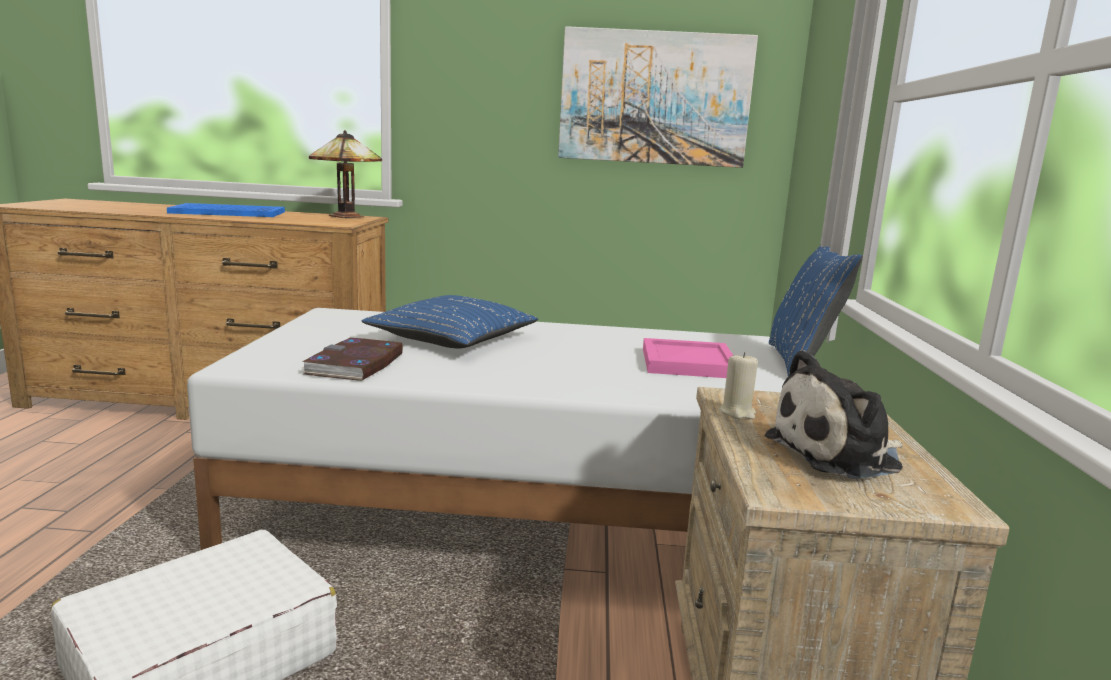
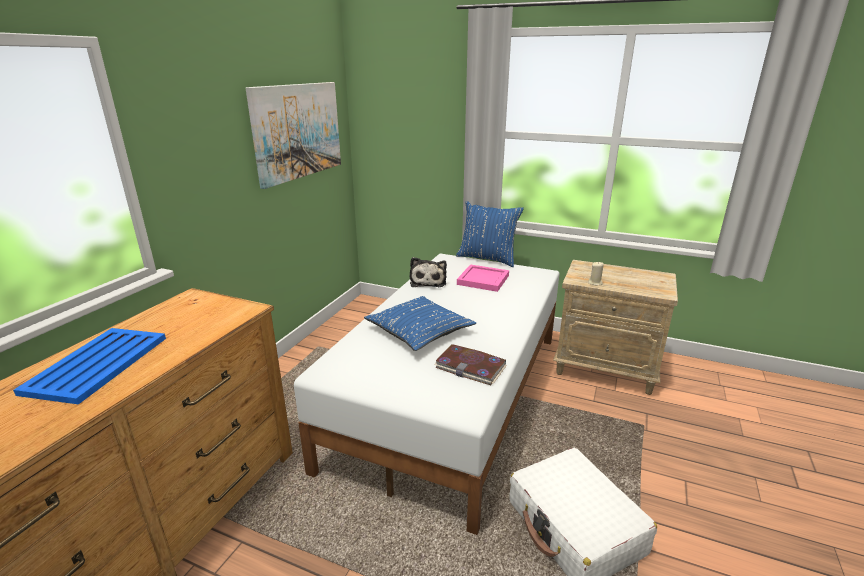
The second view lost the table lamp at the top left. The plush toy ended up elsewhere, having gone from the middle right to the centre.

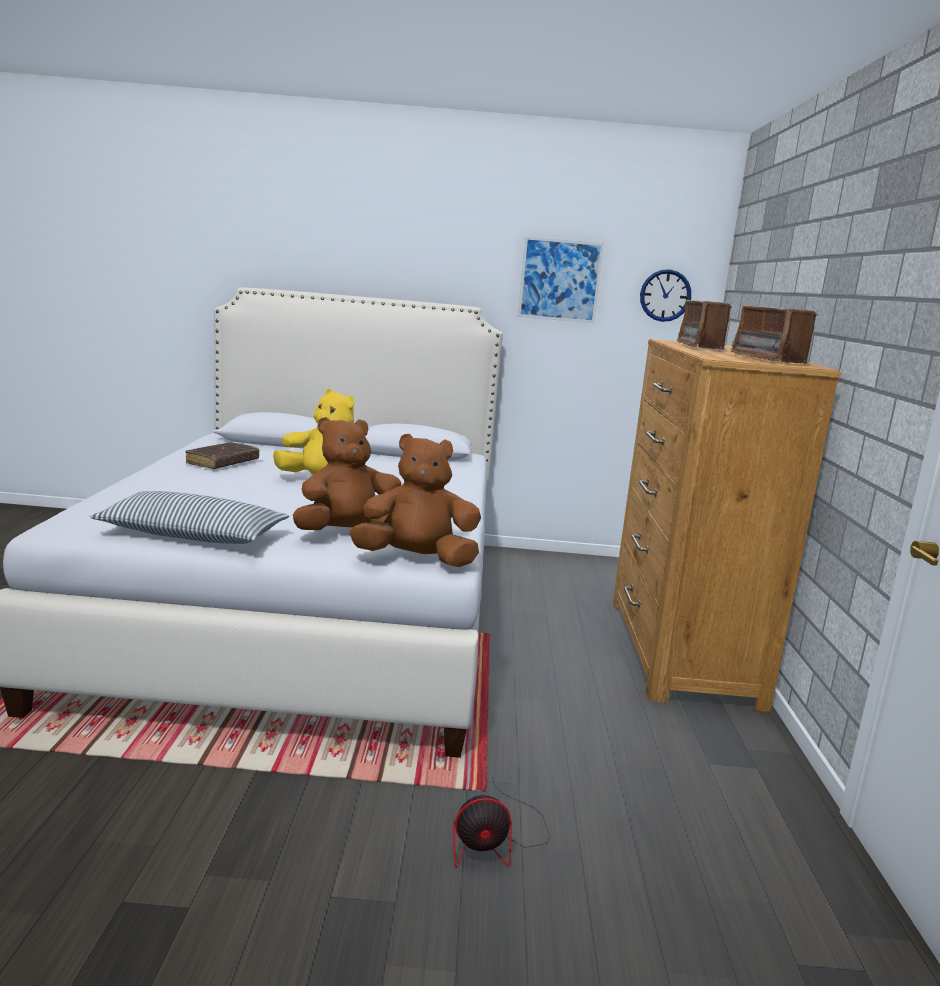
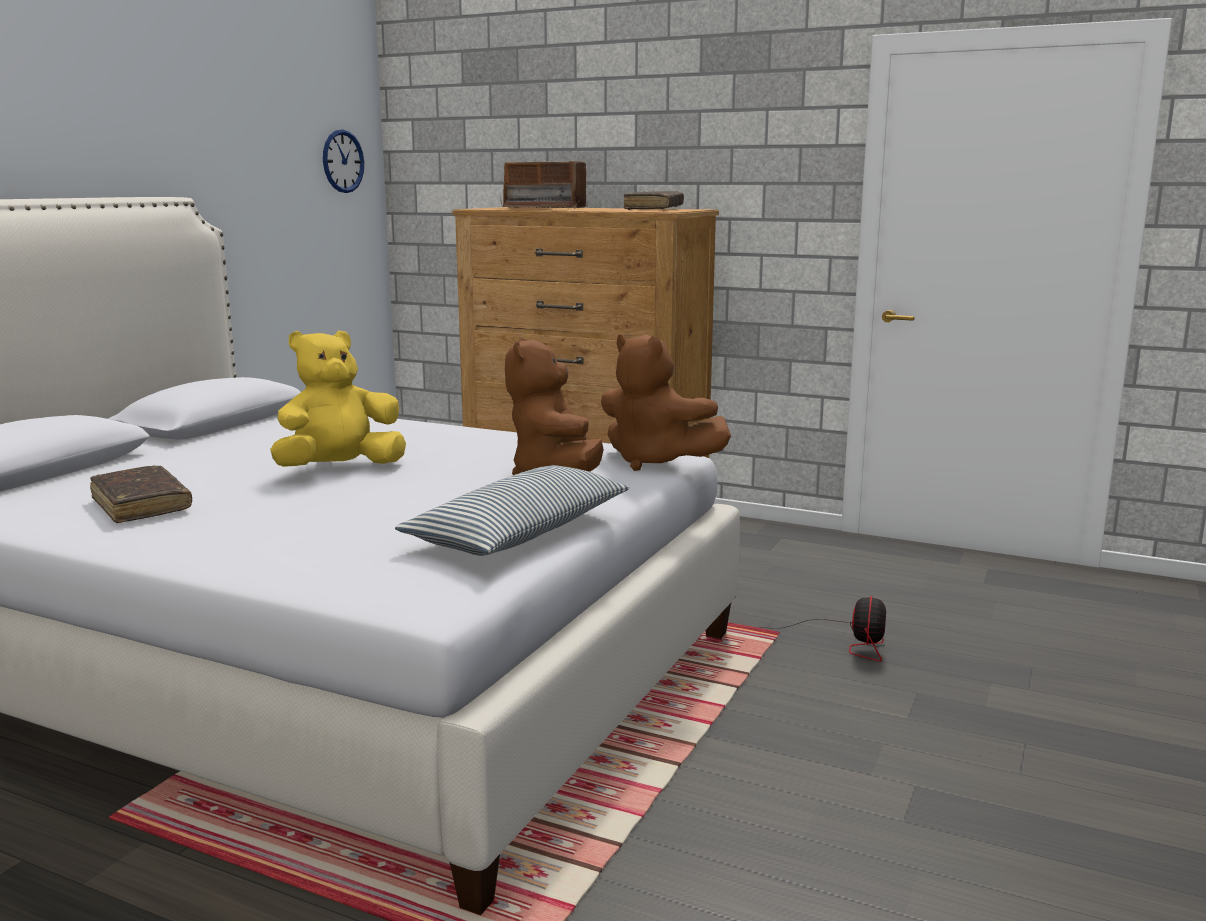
The second view lost the picture at the top centre. Where the radio (no. 2 from left) stood at the middle right, the brown book (no. 2 from left) came to stand at the top centre. The brown plush toy (no. 2 from left) at the centre ended up facing another way, 75 degrees counterclockwise from before.

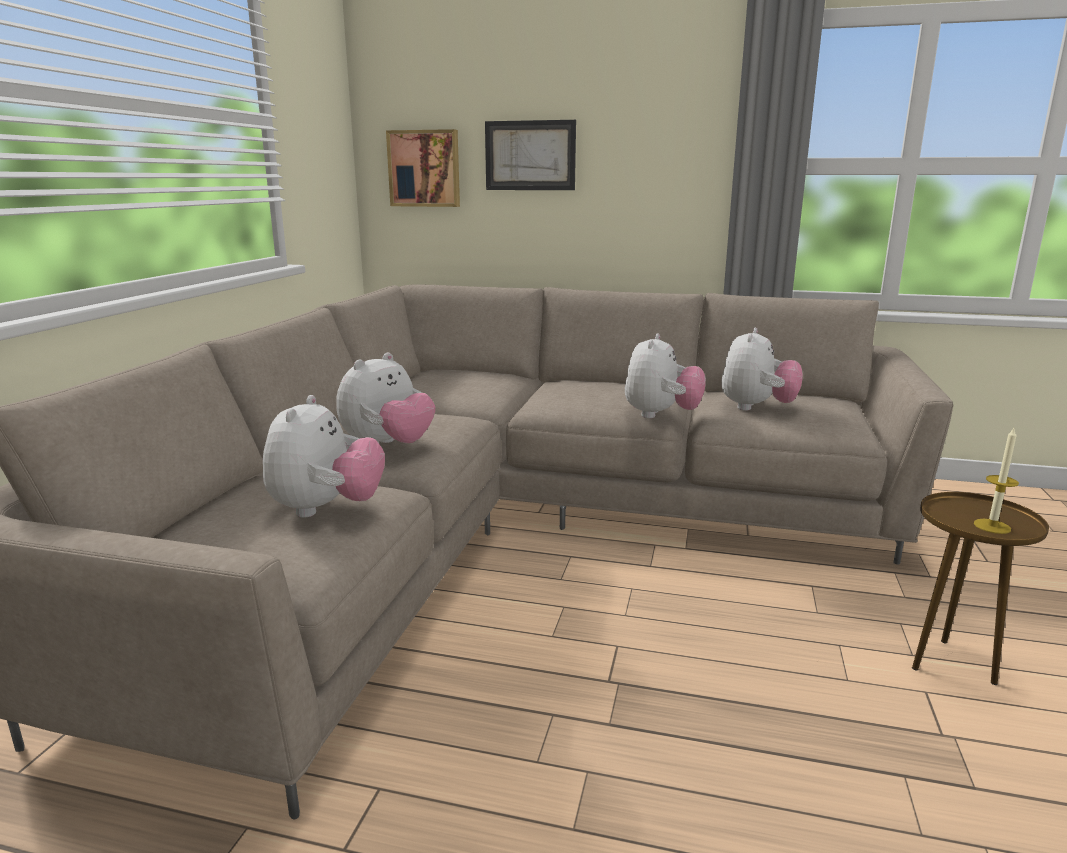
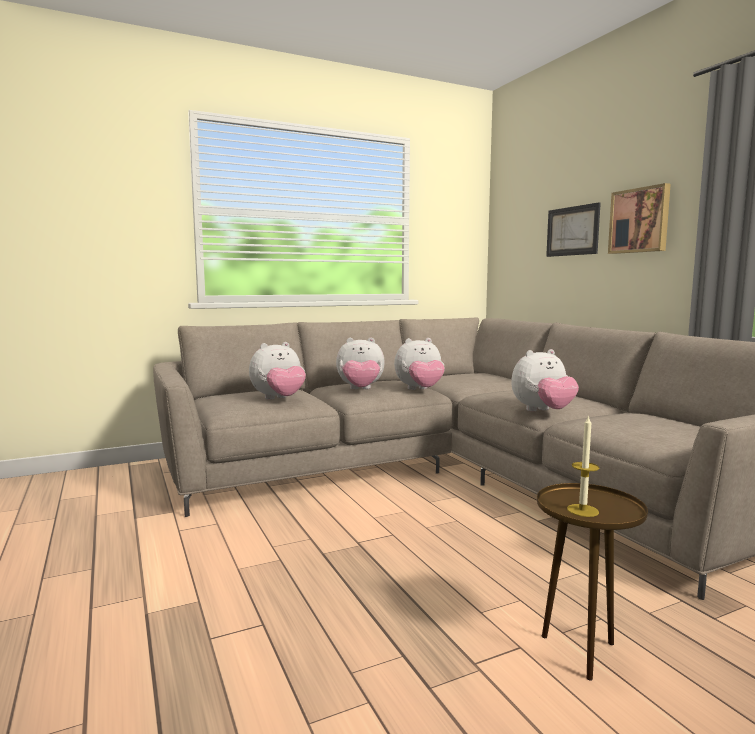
The picture (no. 1 from left in the first image) ended up elsewhere, having gone from the top centre to the top right. The plush toy (no. 4 from left in the first image) ended up elsewhere, having gone from the middle right to the centre.

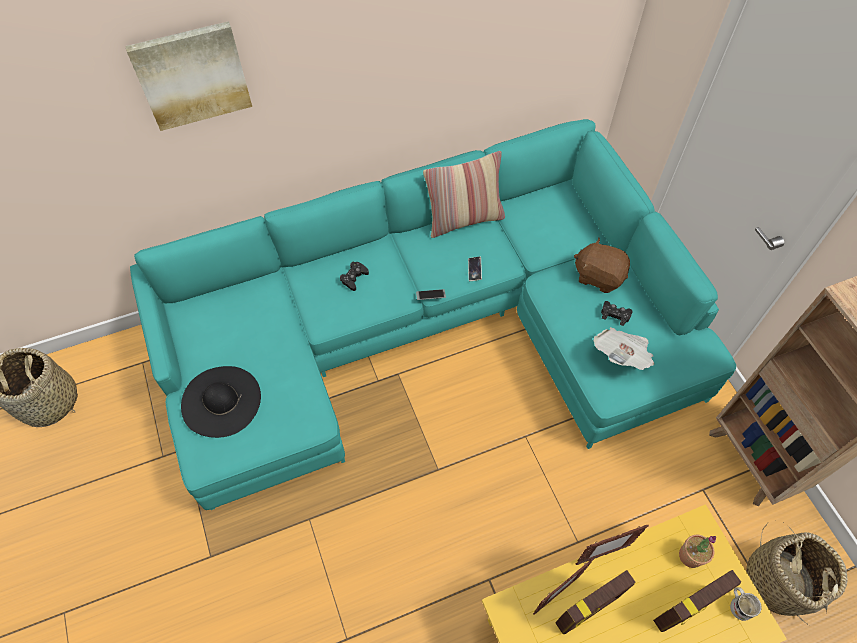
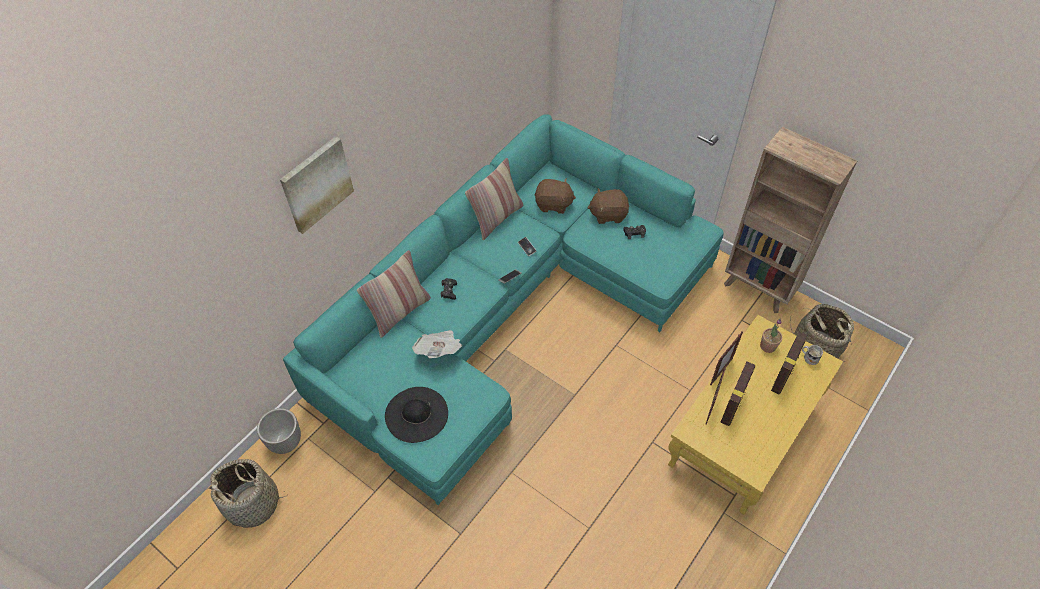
The newspaper ended up elsewhere, having gone from the middle right to the centre. The second view gained the brown plush toy (no. 1 from left) at the top centre. The second view gained the pillow (no. 1 from left) at the centre. The second view gained the planter at the bottom left.

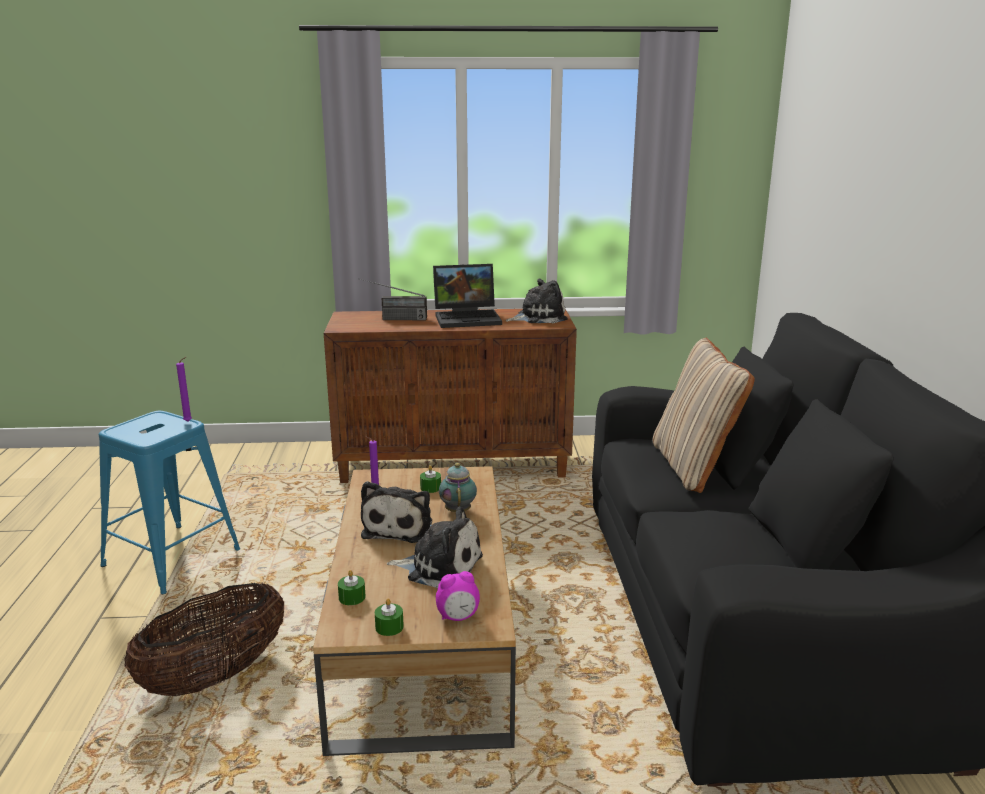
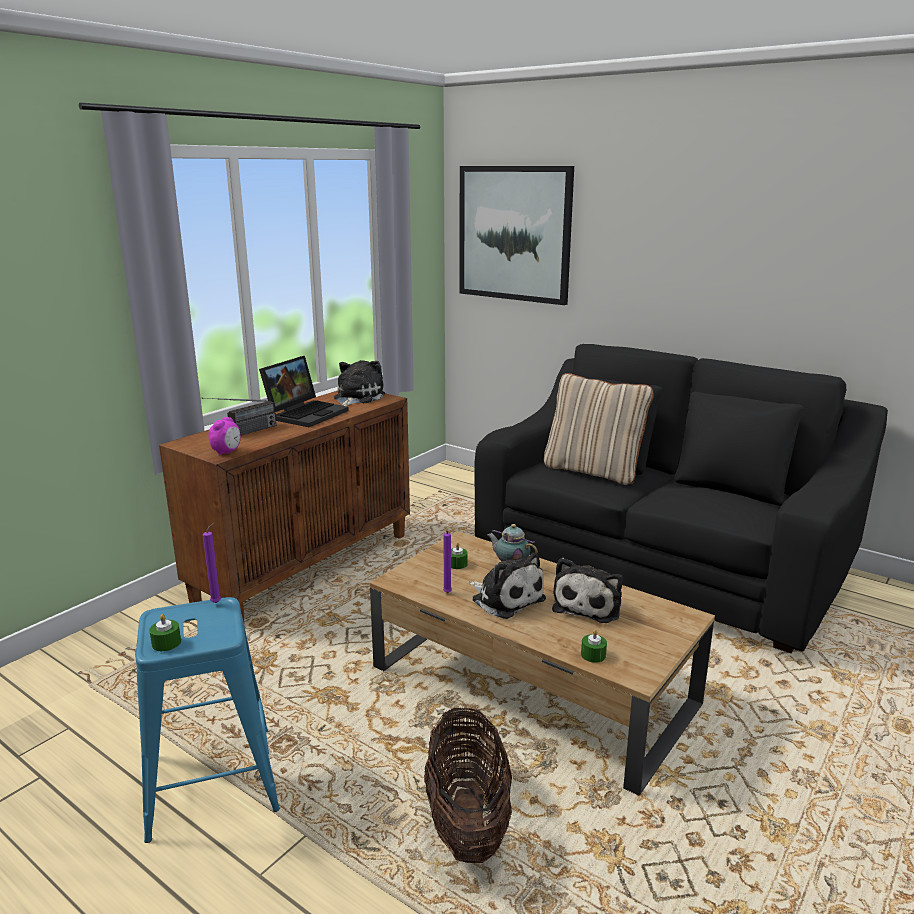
The plush toy (no. 2 from left in the first image) at the bottom centre ended up facing another way, 150 degrees clockwise from before. The alarm clock ended up elsewhere, having gone from the bottom centre to the middle left. The green candle (no. 2 from left in the first image) ended up elsewhere, having gone from the bottom centre to the bottom left. The second view gained the picture at the top centre.

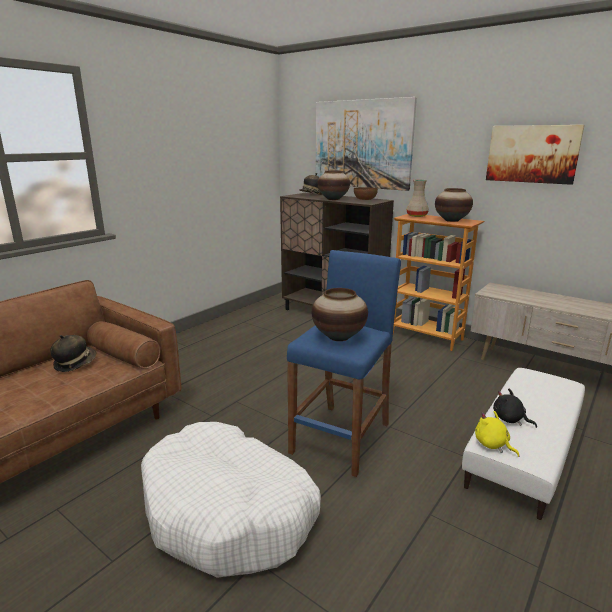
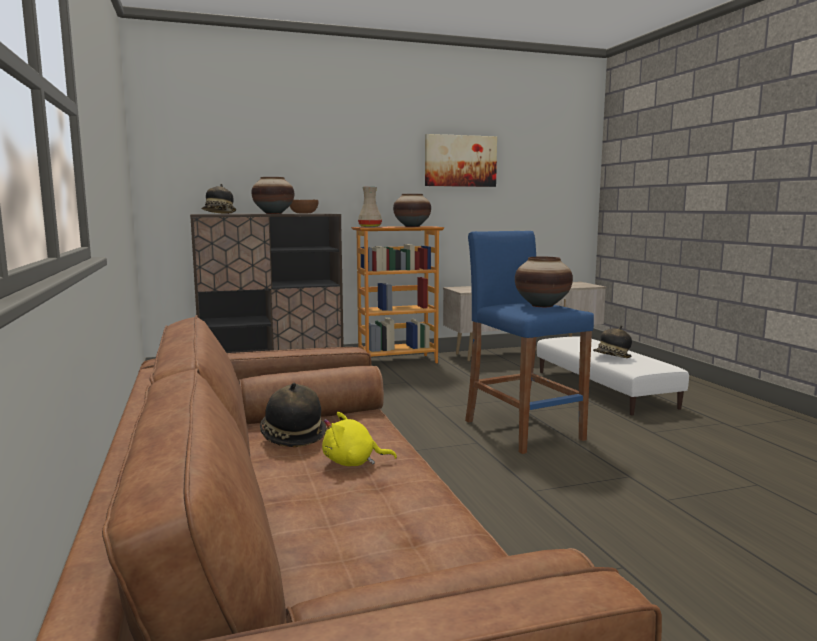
The second view lost the picture (no. 1 from left) at the top centre. Where the black plush toy stood at the bottom right, the hat (no. 3 from left) came to stand at the middle right. The yellow plush toy ended up elsewhere, having gone from the bottom right to the bottom centre. The second view lost the white dog bed at the bottom centre.

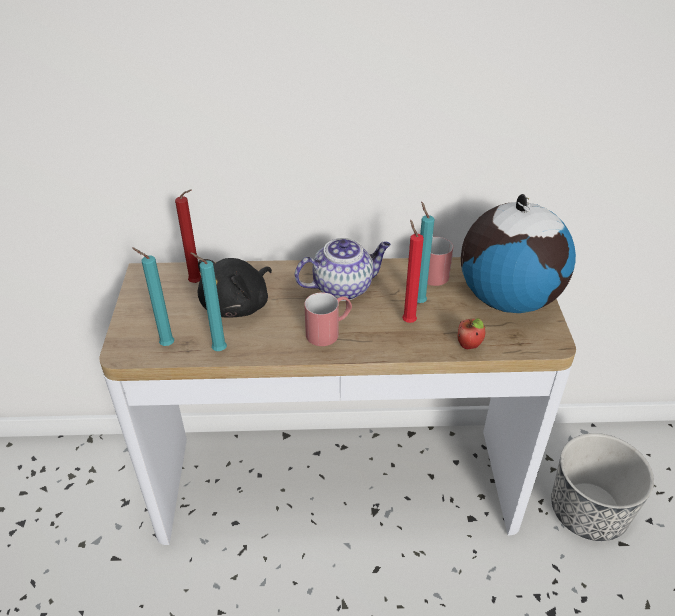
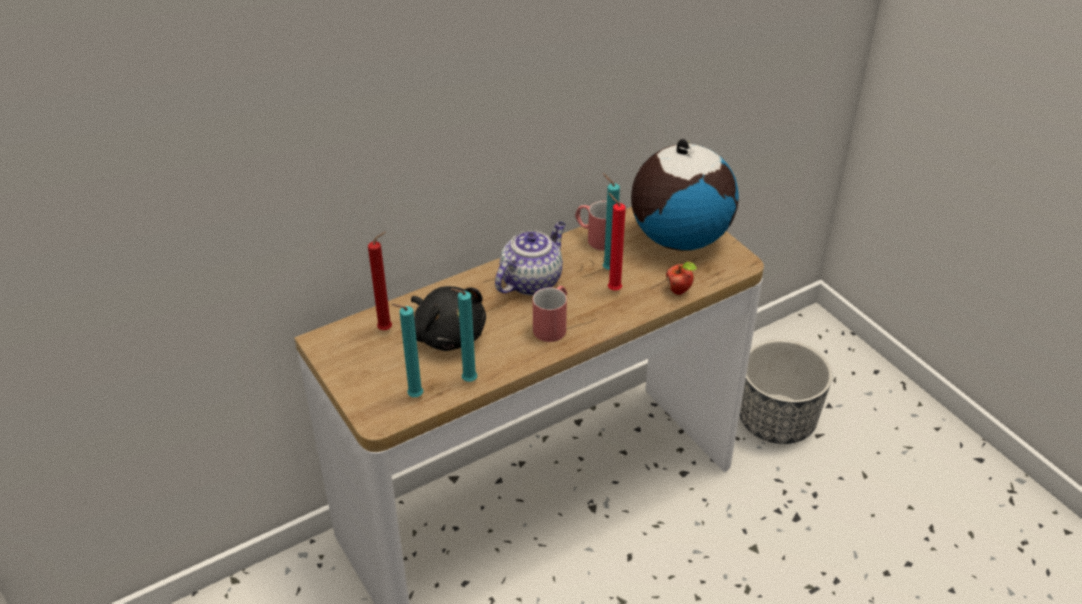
The black plush toy at the centre ended up facing another way, 45 degrees counterclockwise from before.

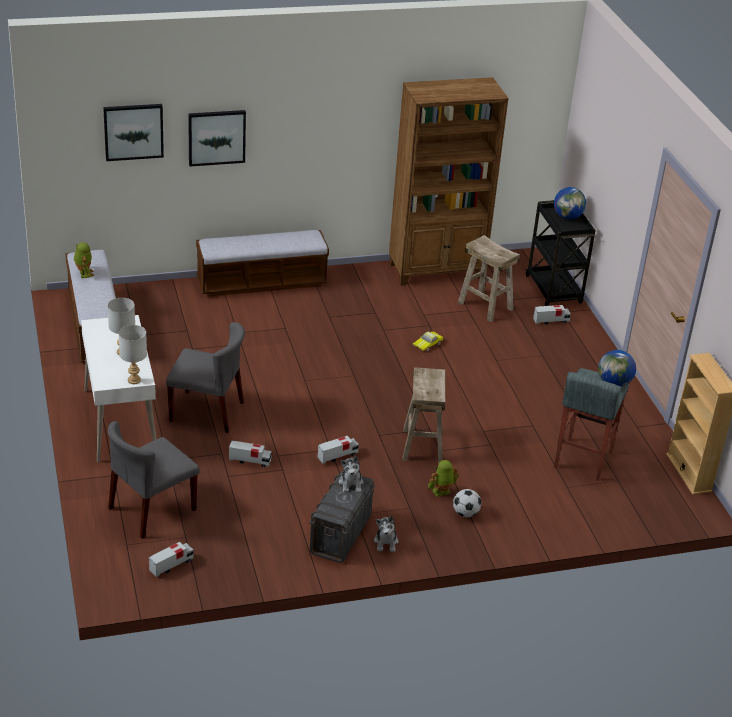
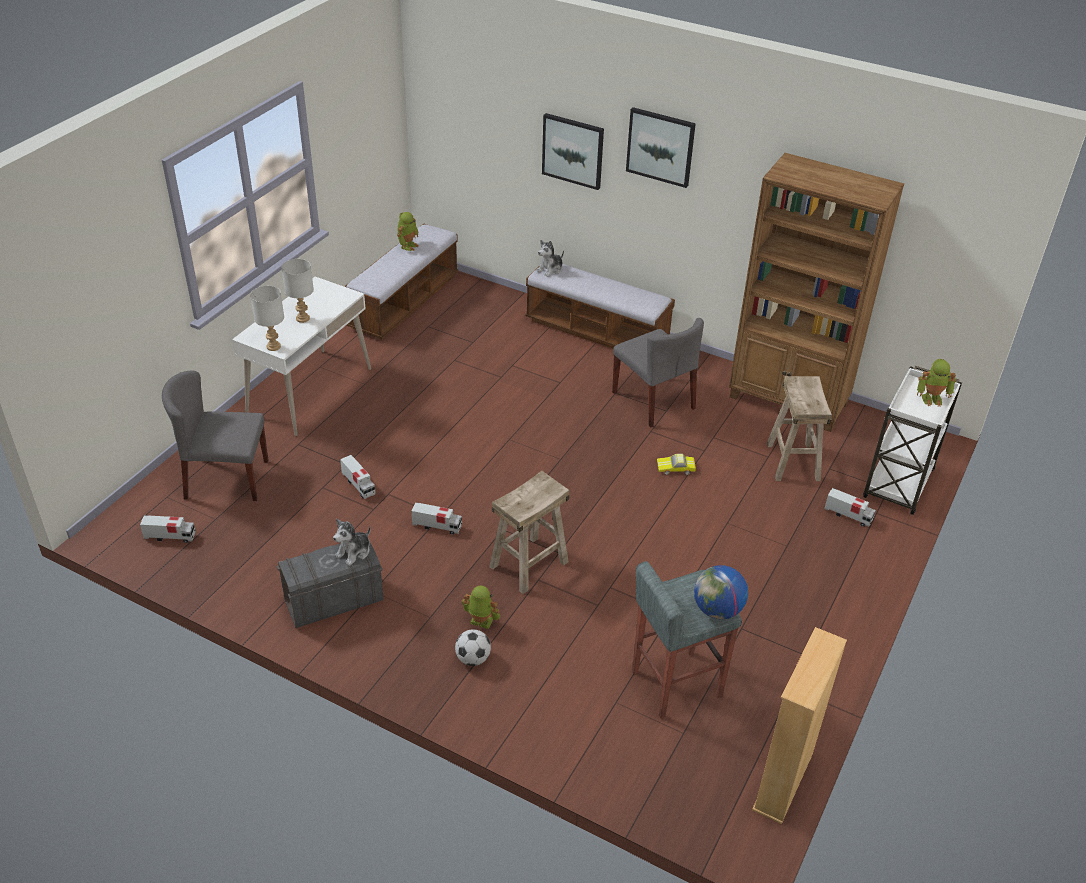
The picture (no. 1 from left in the first image) ended up elsewhere, having gone from the top left to the top centre. Where the globe (no. 1 from left) stood at the top right, the toy robot (no. 3 from left) came to stand at the middle right. What was the black cart at the middle right turned into the white cart at the middle right. The grey chair (no. 2 from left) ended up elsewhere, having gone from the middle left to the centre. The plush toy (no. 2 from left) ended up elsewhere, having gone from the bottom centre to the top centre.

